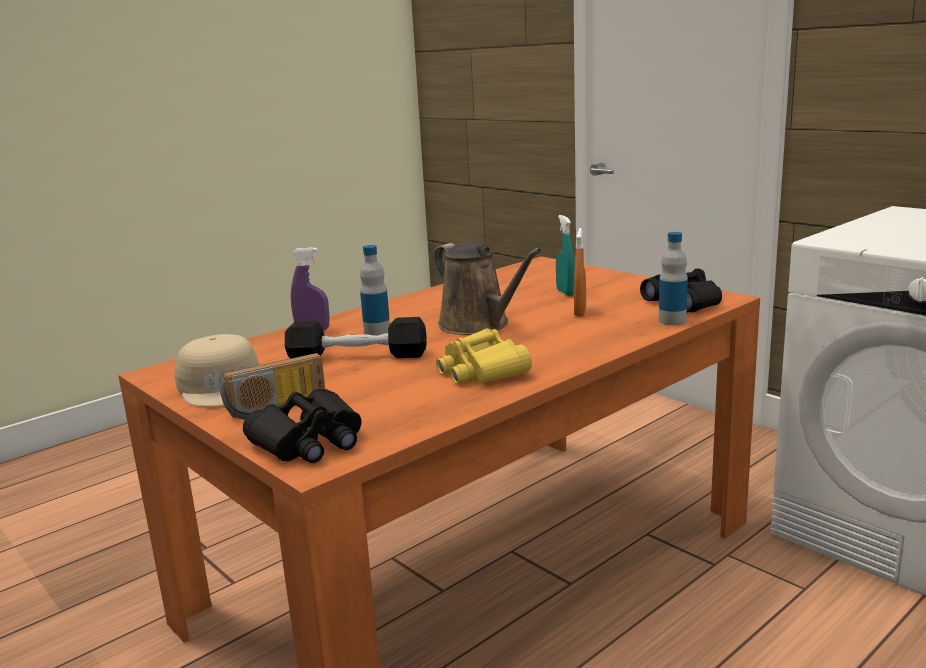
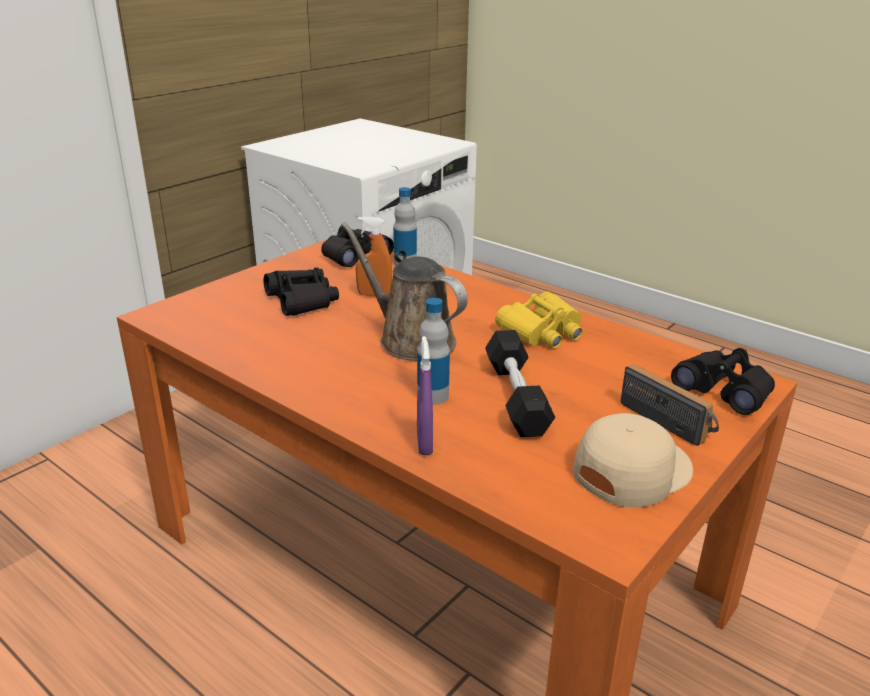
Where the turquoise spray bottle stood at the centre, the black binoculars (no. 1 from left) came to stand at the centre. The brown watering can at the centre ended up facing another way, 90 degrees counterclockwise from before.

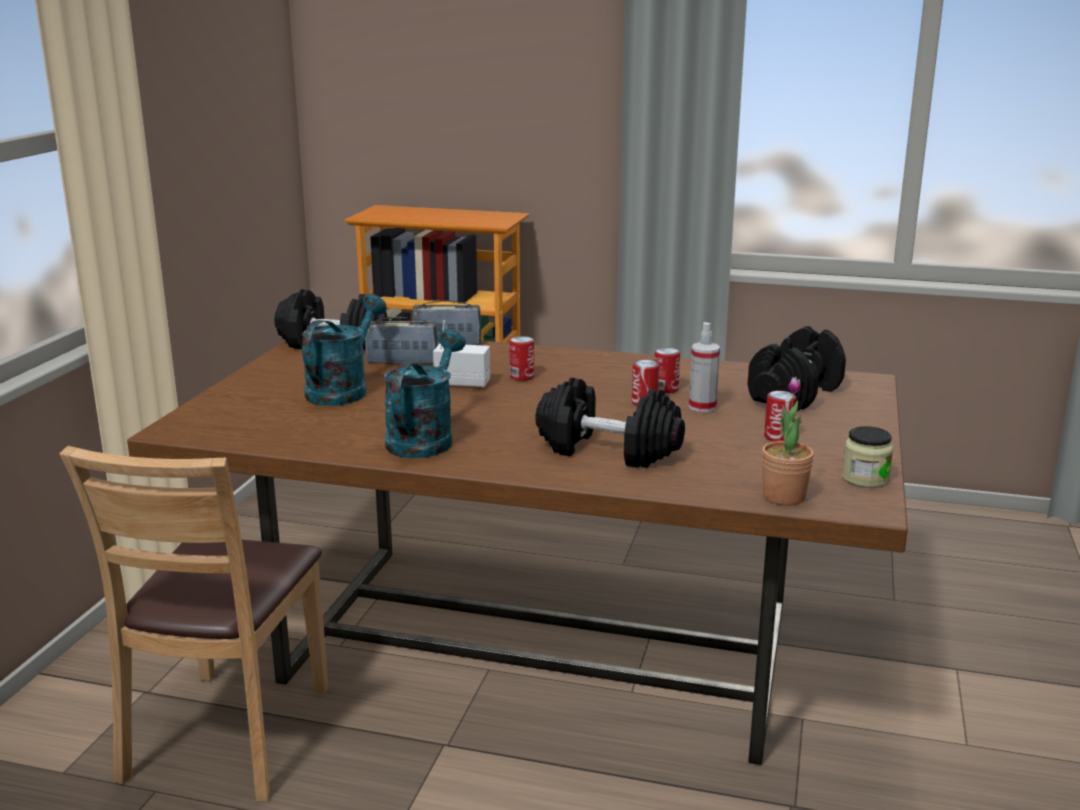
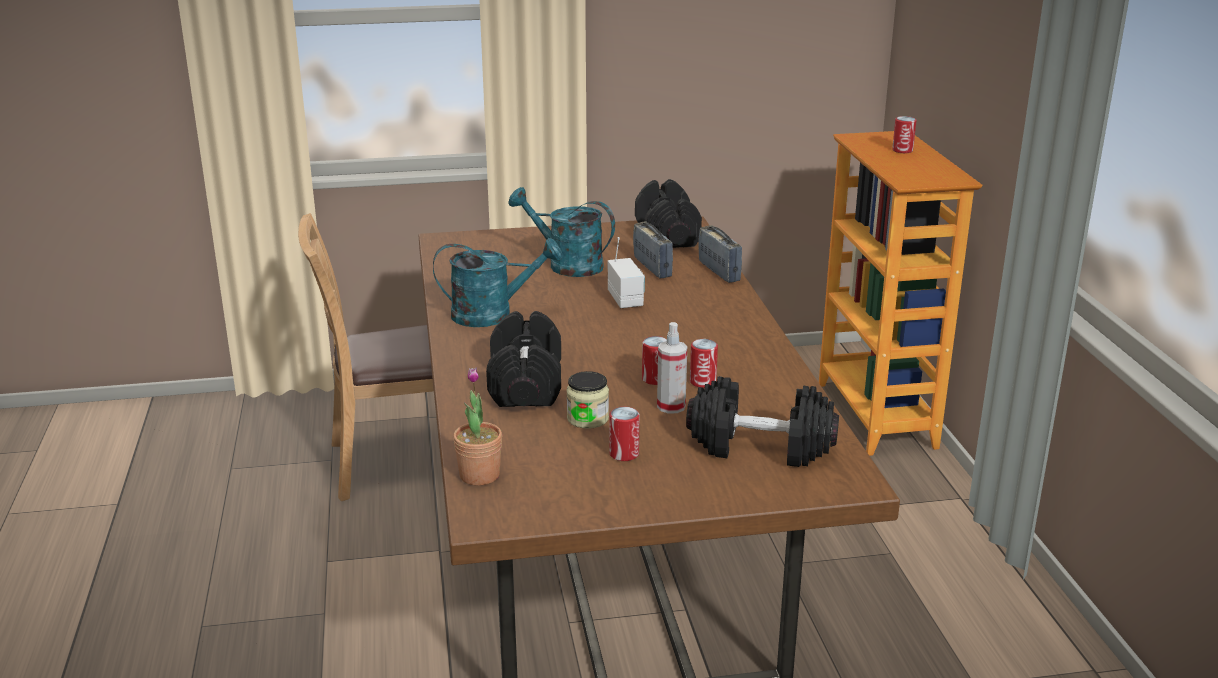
The turquoise watering can (no. 1 from left in the first image) at the middle left ended up facing another way, 150 degrees counterclockwise from before. The can (no. 1 from left in the first image) ended up elsewhere, having gone from the centre to the top right. The jar ended up elsewhere, having gone from the middle right to the centre.

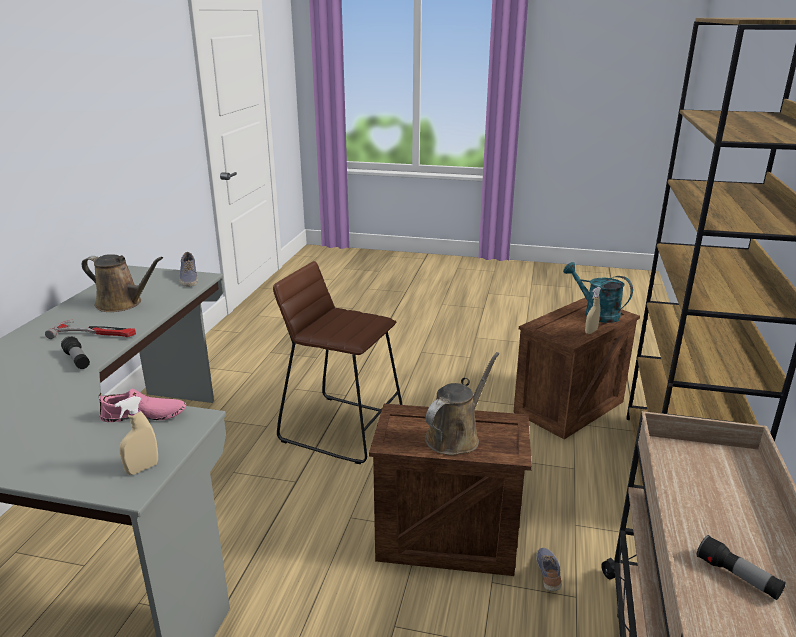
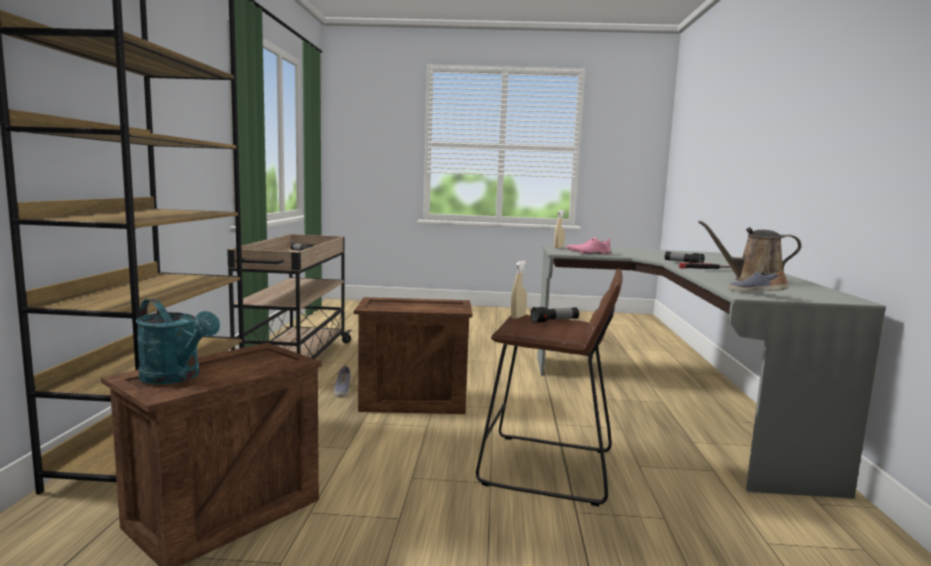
The beige spray bottle (no. 2 from left in the first image) ended up elsewhere, having gone from the middle right to the centre. The second view lost the brown watering can (no. 2 from left) at the centre. The second view gained the flashlight (no. 2 from left) at the centre.

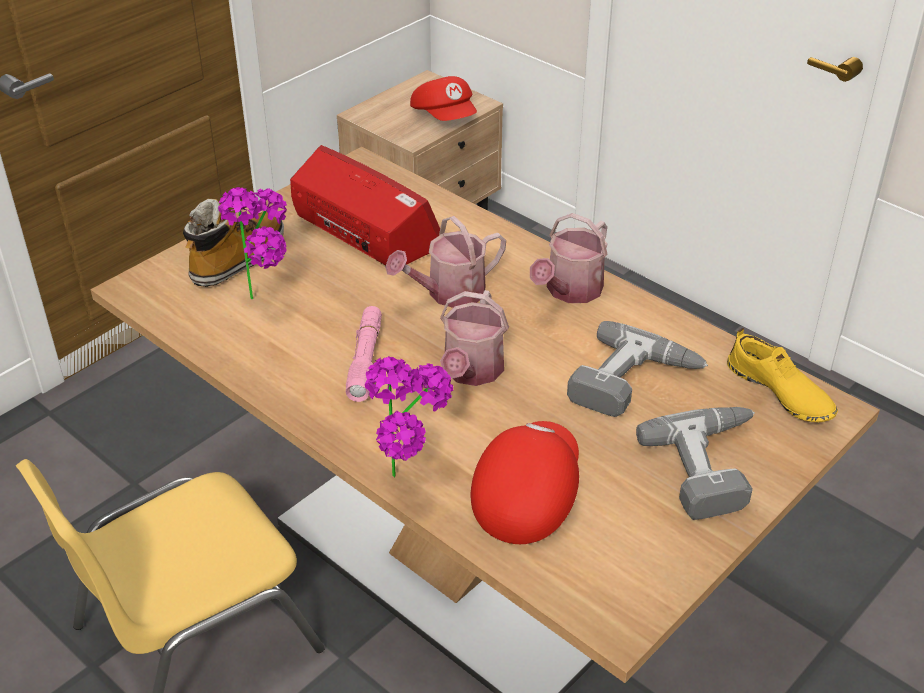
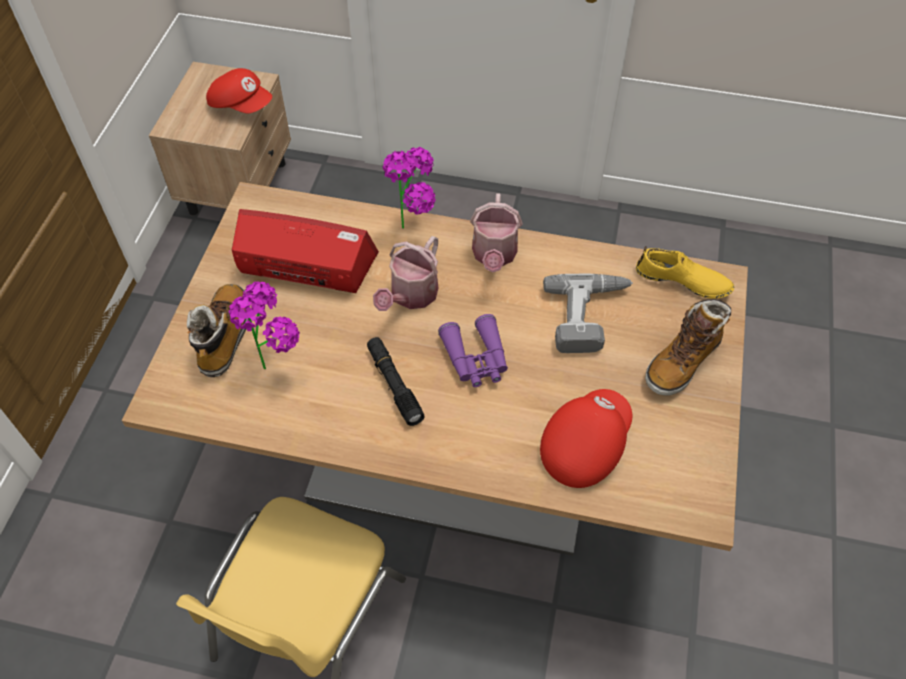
Where the watering can (no. 2 from left) stood at the centre, the purple binoculars came to stand at the centre. What was the pink flashlight at the centre turned into the black flashlight at the centre. The potted plant (no. 2 from left) ended up elsewhere, having gone from the centre to the top centre. Where the power drill (no. 2 from left) stood at the bottom right, the boot (no. 2 from left) came to stand at the middle right. The red cap (no. 2 from left) at the bottom centre ended up facing another way, 45 degrees clockwise from before.

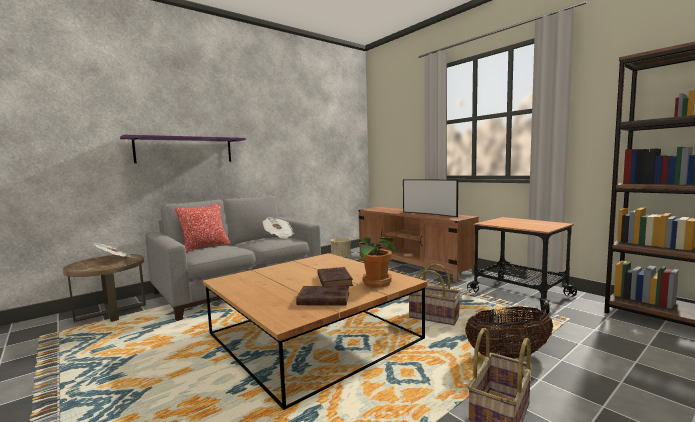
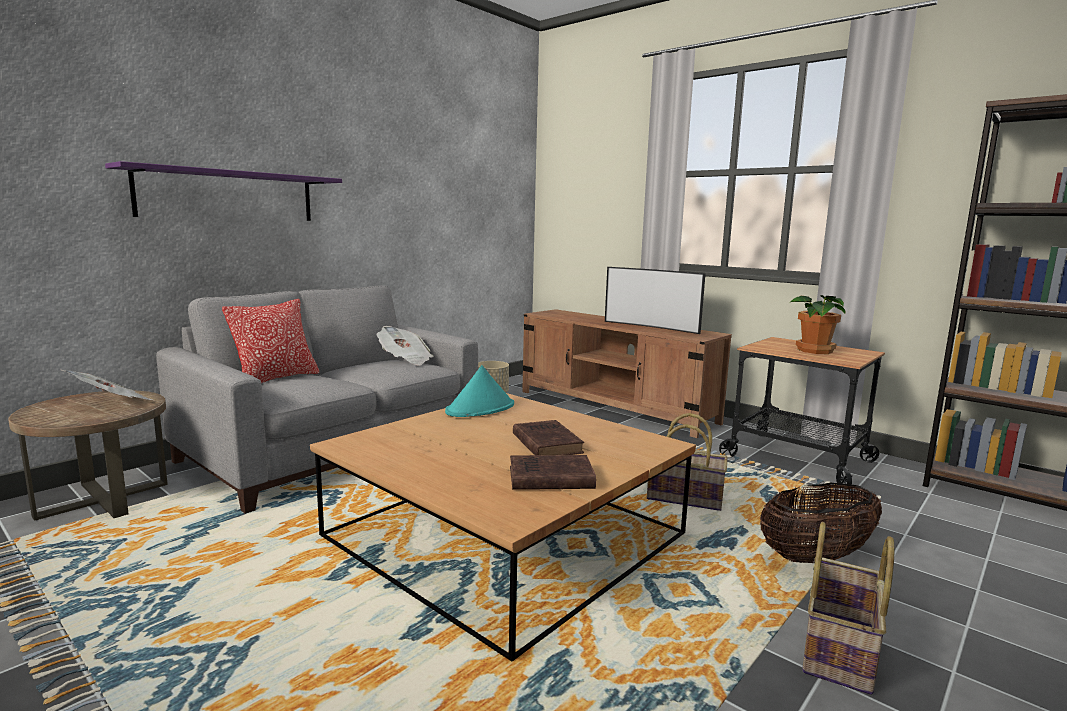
The potted plant ended up elsewhere, having gone from the centre to the middle right. The second view gained the turquoise hat at the centre.

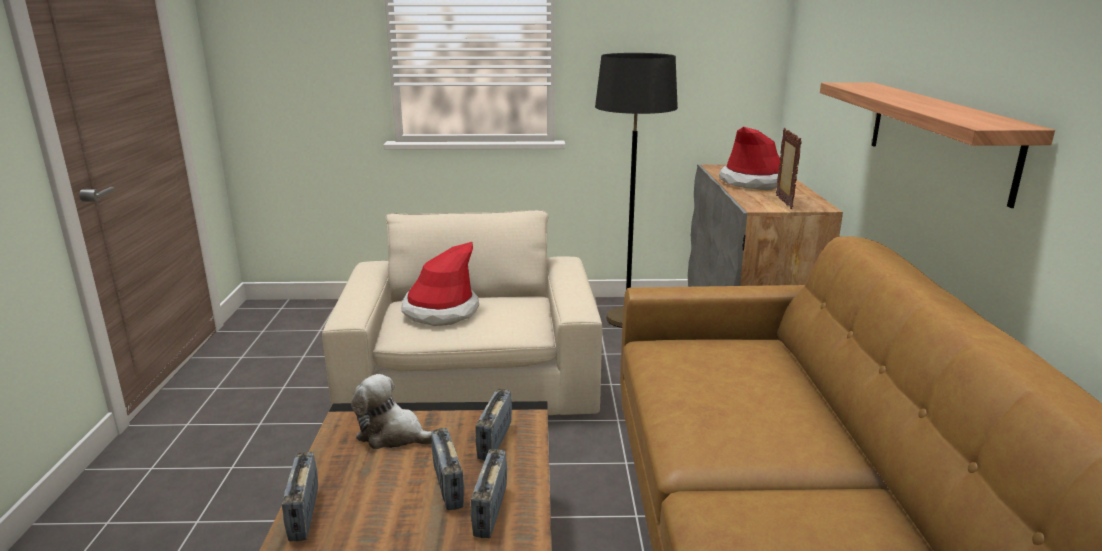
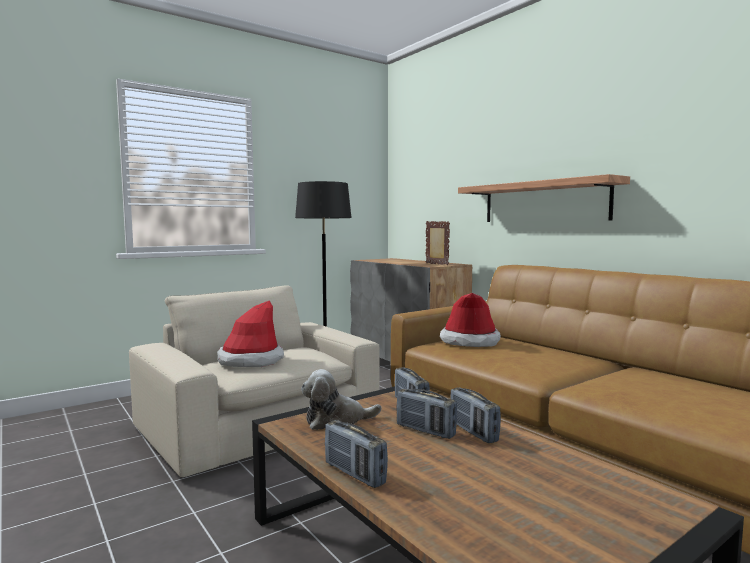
The hat (no. 2 from left) ended up elsewhere, having gone from the top right to the centre.

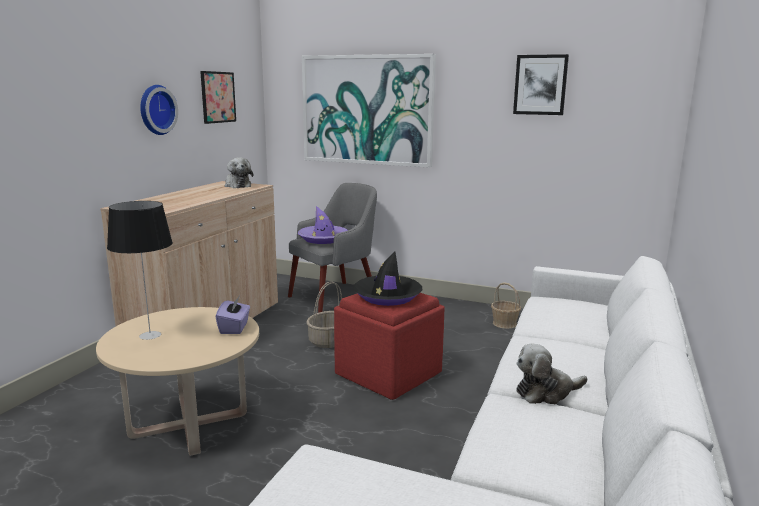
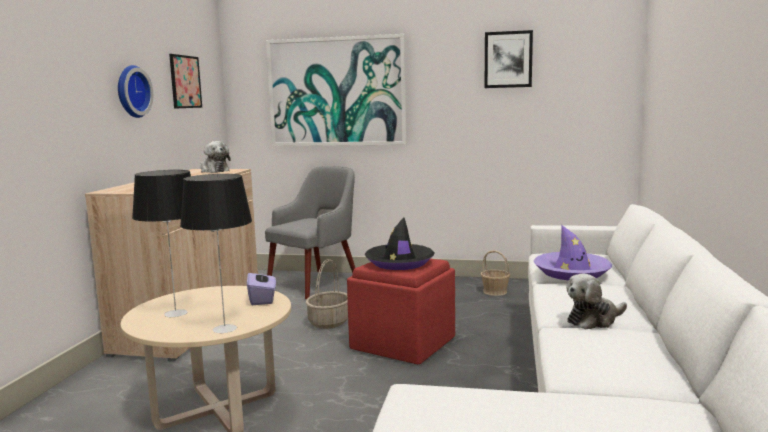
The purple hat ended up elsewhere, having gone from the centre to the middle right. The second view gained the table lamp (no. 2 from left) at the middle left.

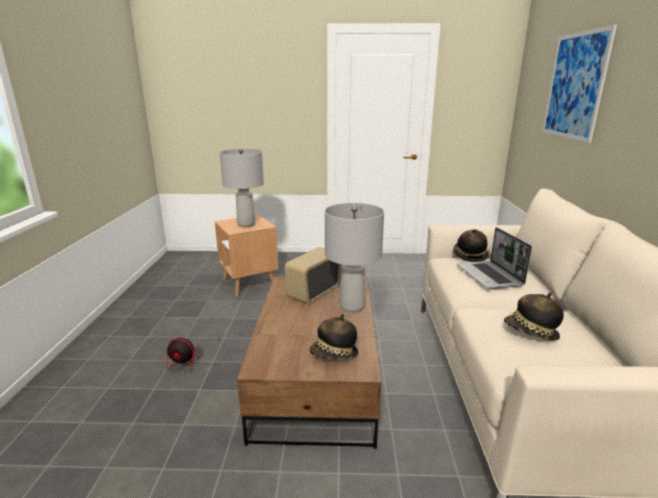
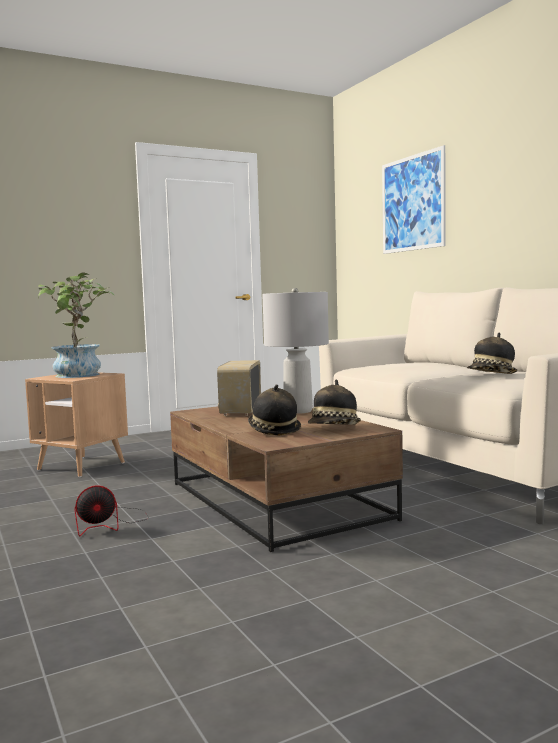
Where the grey table lamp (no. 1 from left) stood at the centre, the potted plant came to stand at the middle left. The second view lost the laptop at the middle right. The hat (no. 2 from left in the first image) ended up elsewhere, having gone from the middle right to the centre.

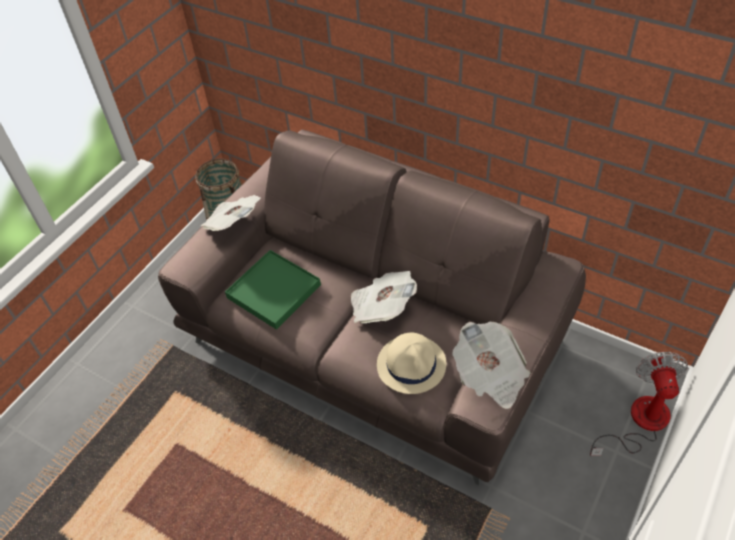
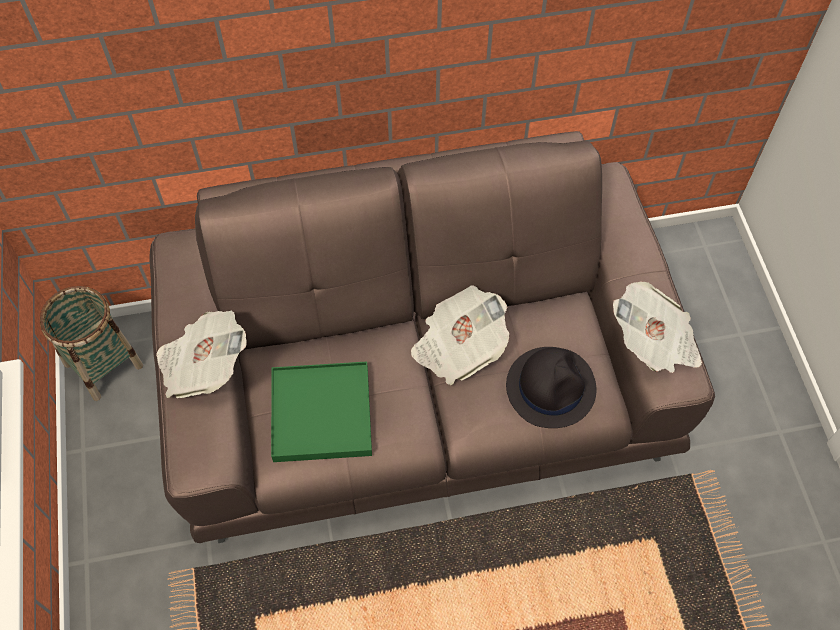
What was the beige hat at the bottom centre turned into the black hat at the centre. The second view lost the fan at the bottom right.

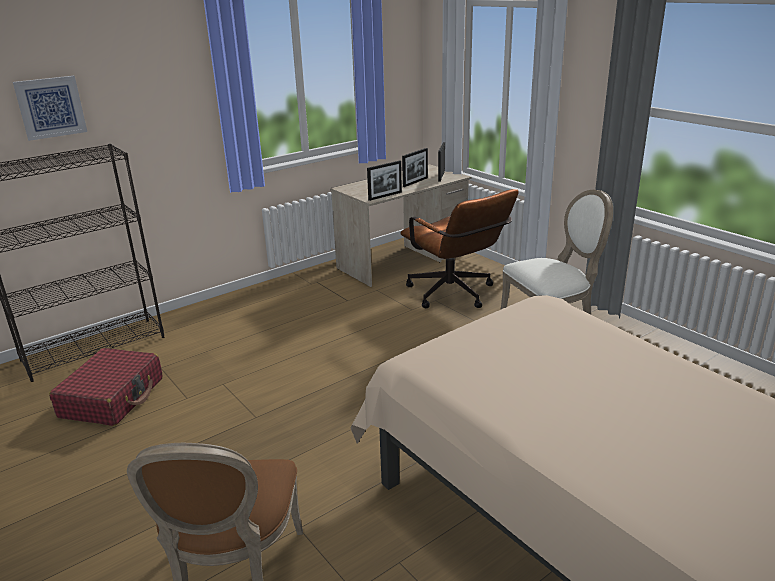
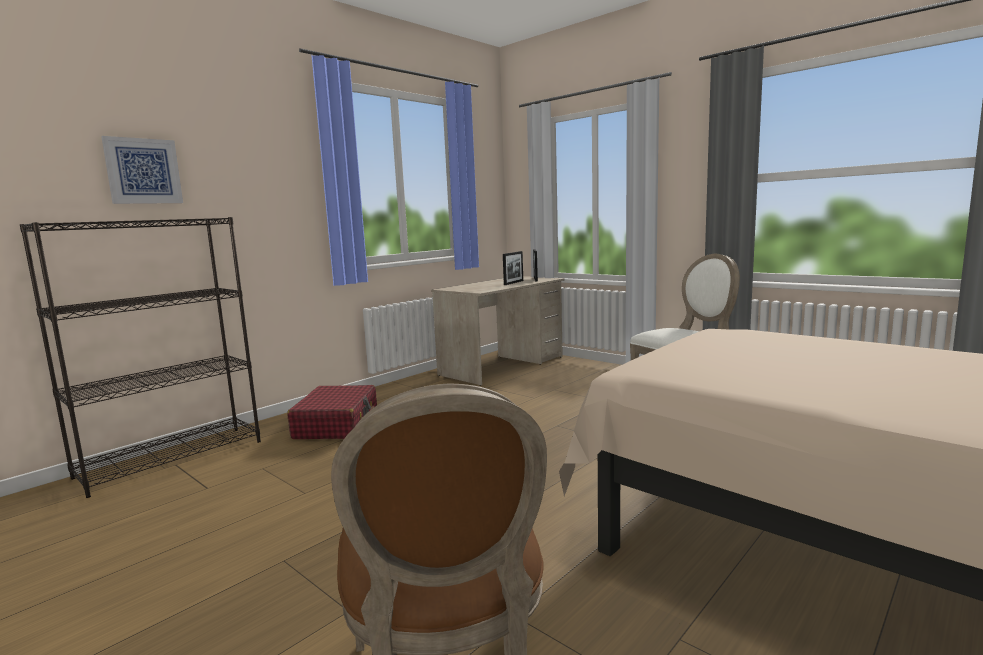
The second view lost the picture frame (no. 1 from left) at the top centre. The second view lost the brown office chair at the centre. The red suitcase ended up elsewhere, having gone from the middle left to the centre.

